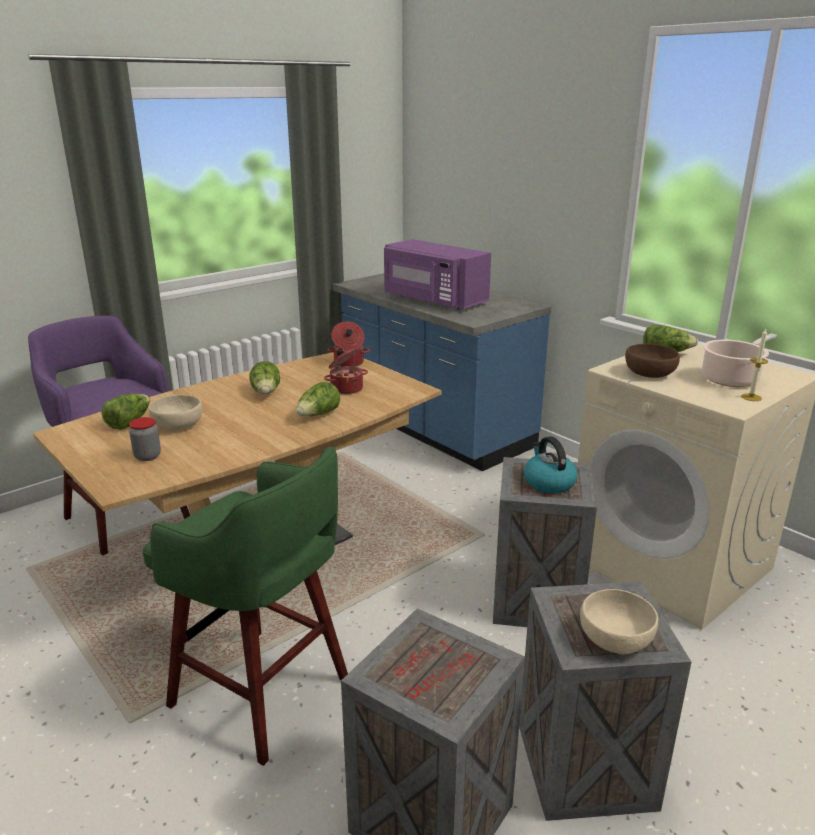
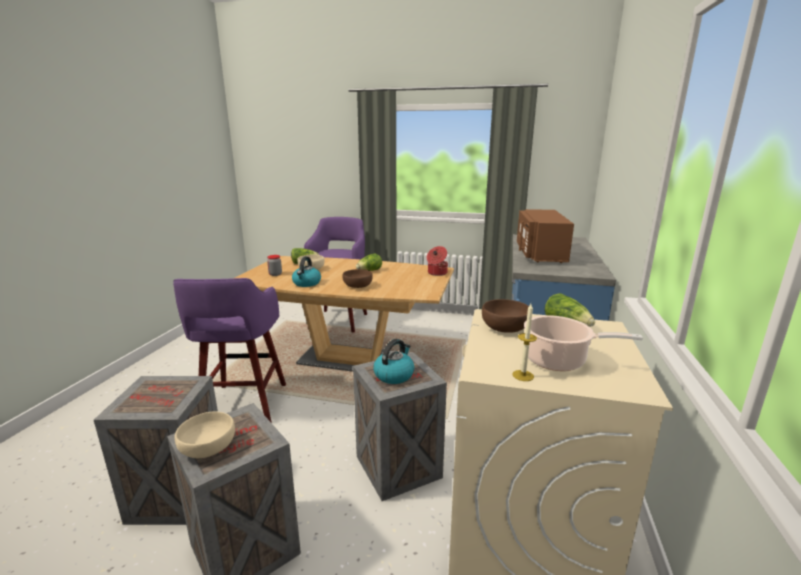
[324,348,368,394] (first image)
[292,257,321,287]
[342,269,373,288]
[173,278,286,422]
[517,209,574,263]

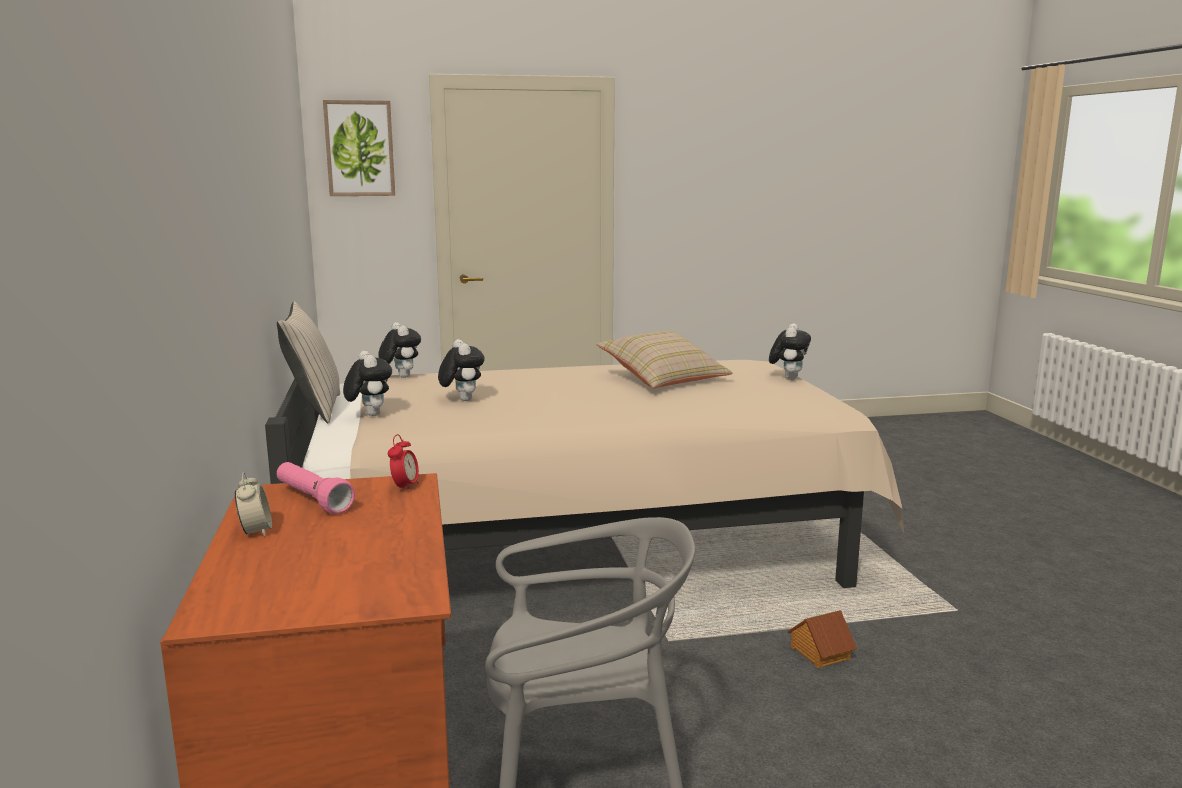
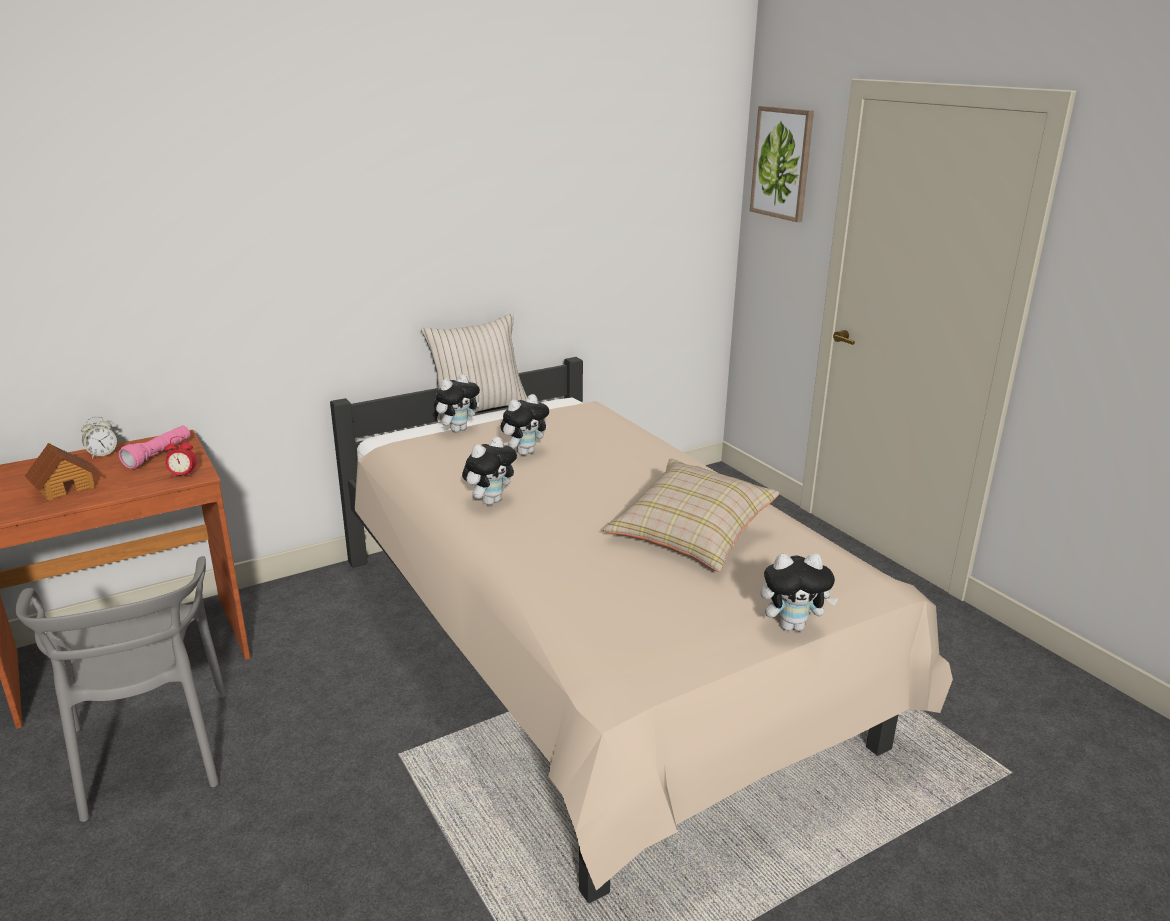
[462,437,517,505]
[25,443,98,501]

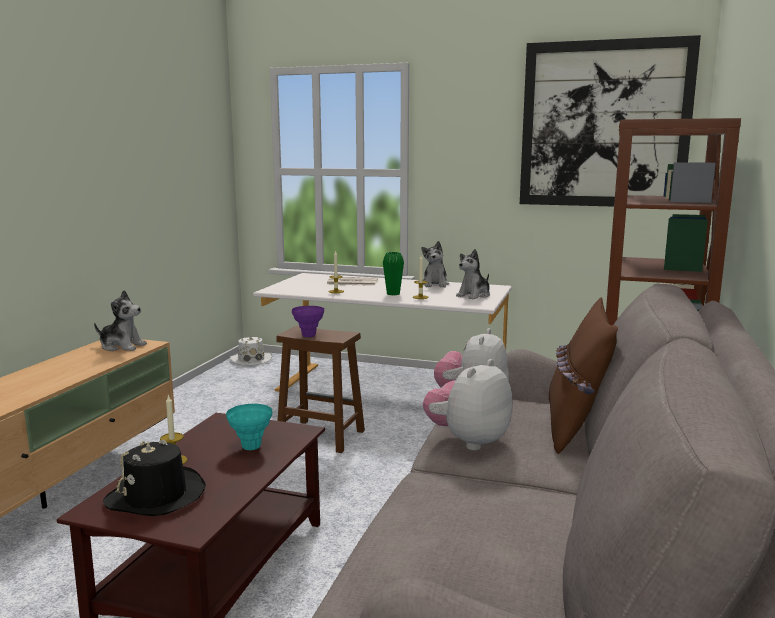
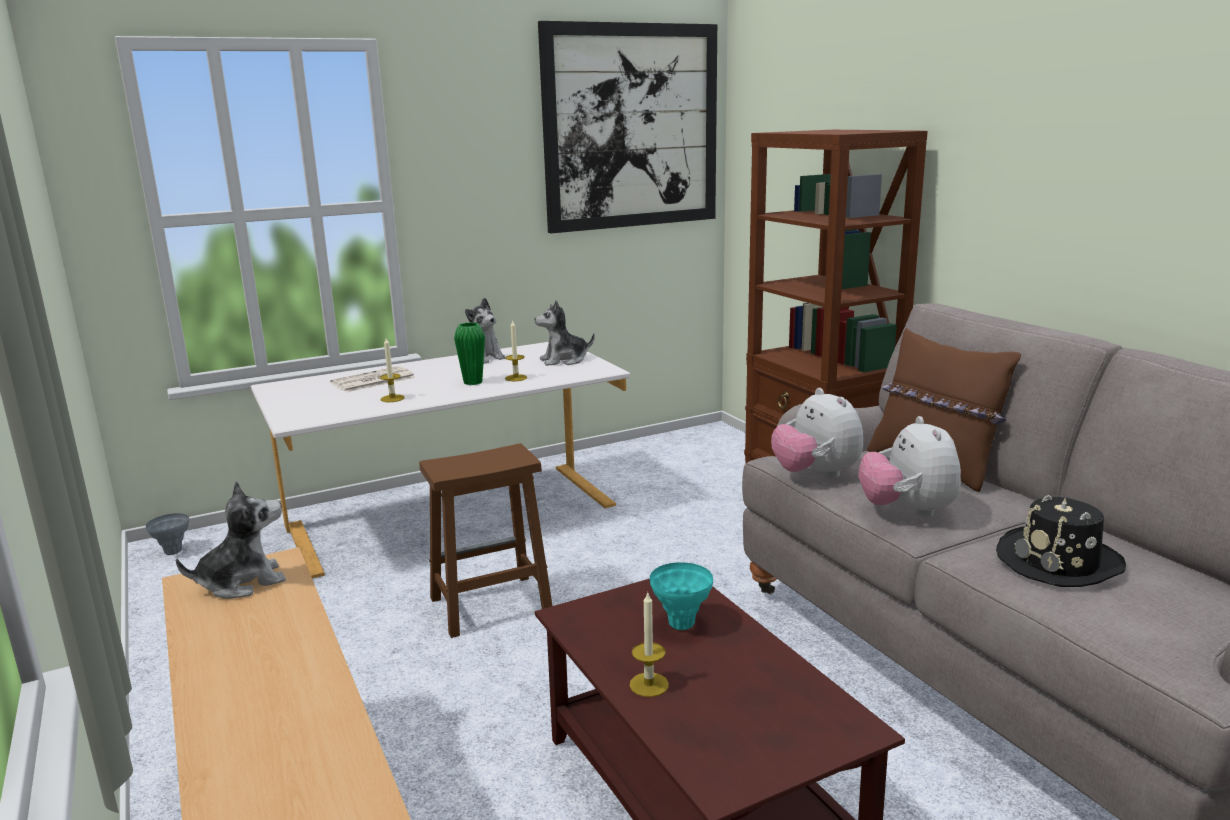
[292,306,324,337] (first image)
[996,495,1126,587]
[146,513,189,555]
[534,300,595,366]

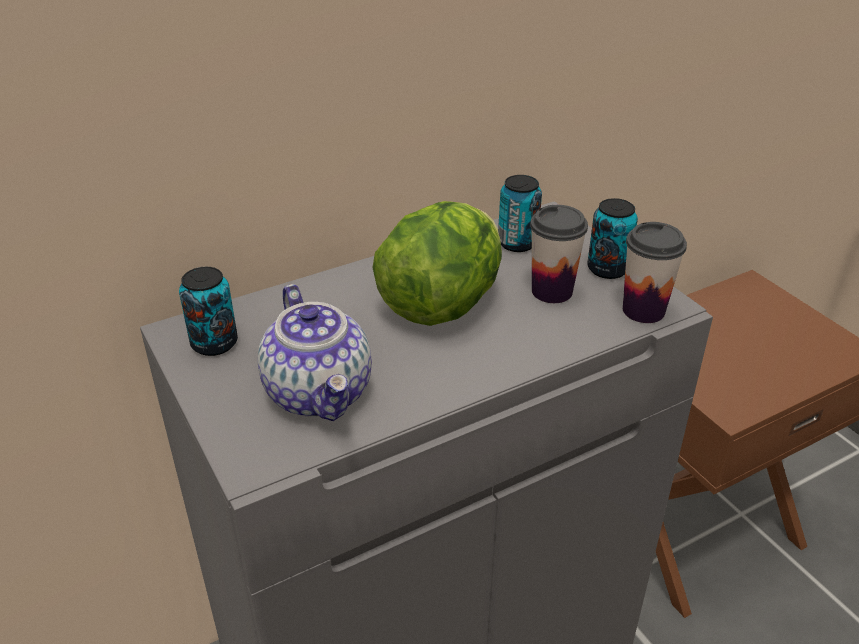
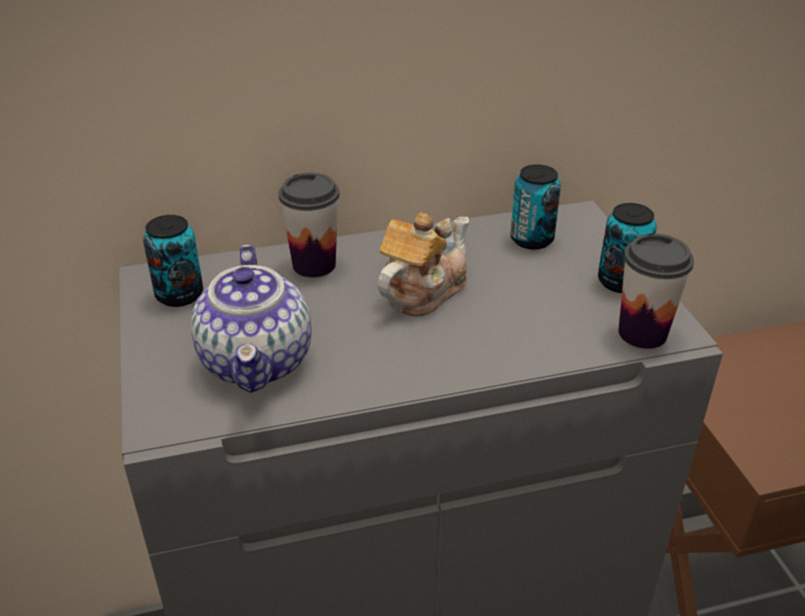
[279,173,340,277]
[377,213,469,317]

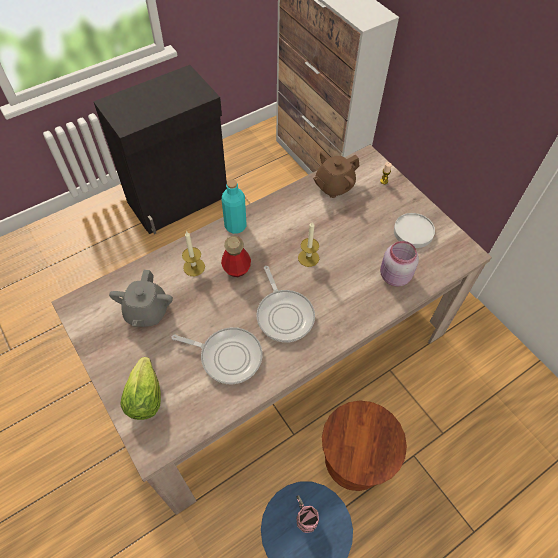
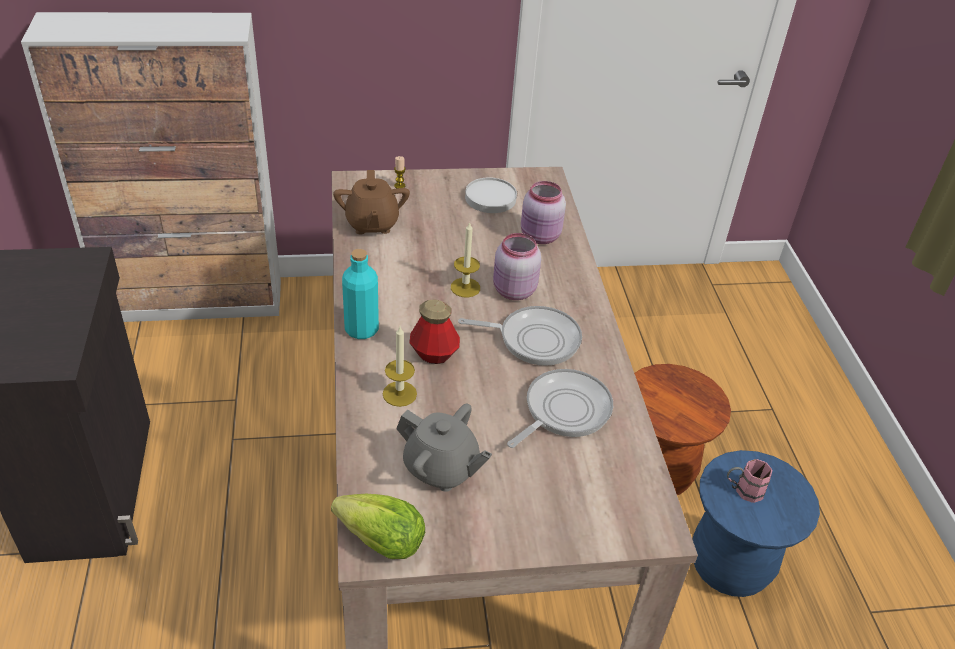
[493,233,541,300]
[331,494,425,559]

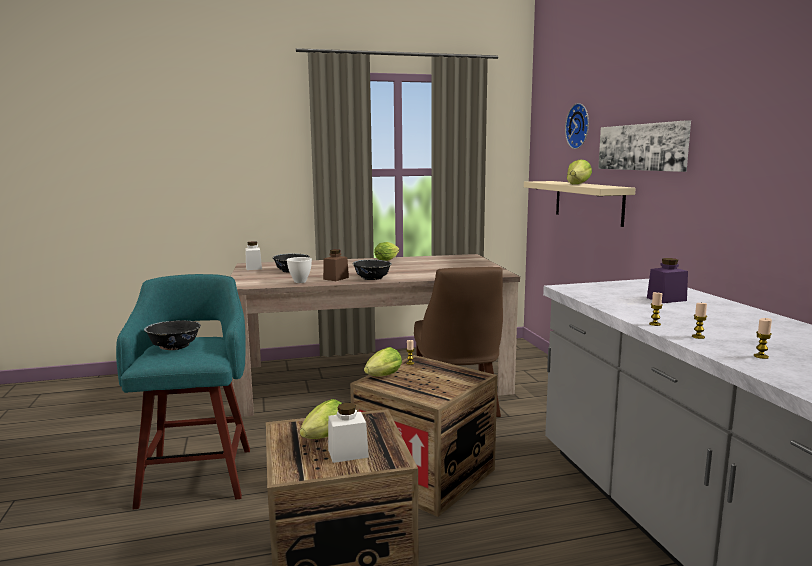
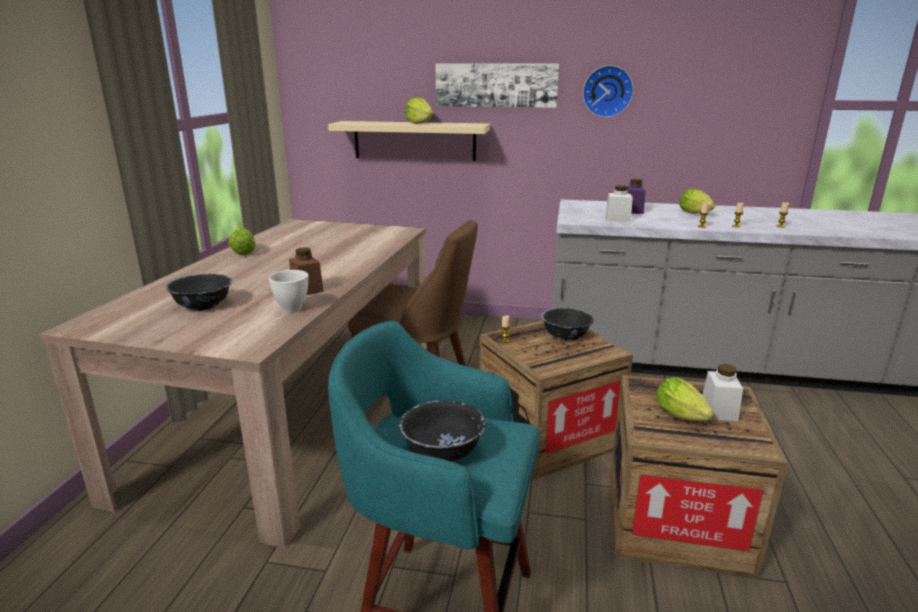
[605,185,633,222]
[541,308,594,341]
[679,188,715,214]
[583,65,634,118]

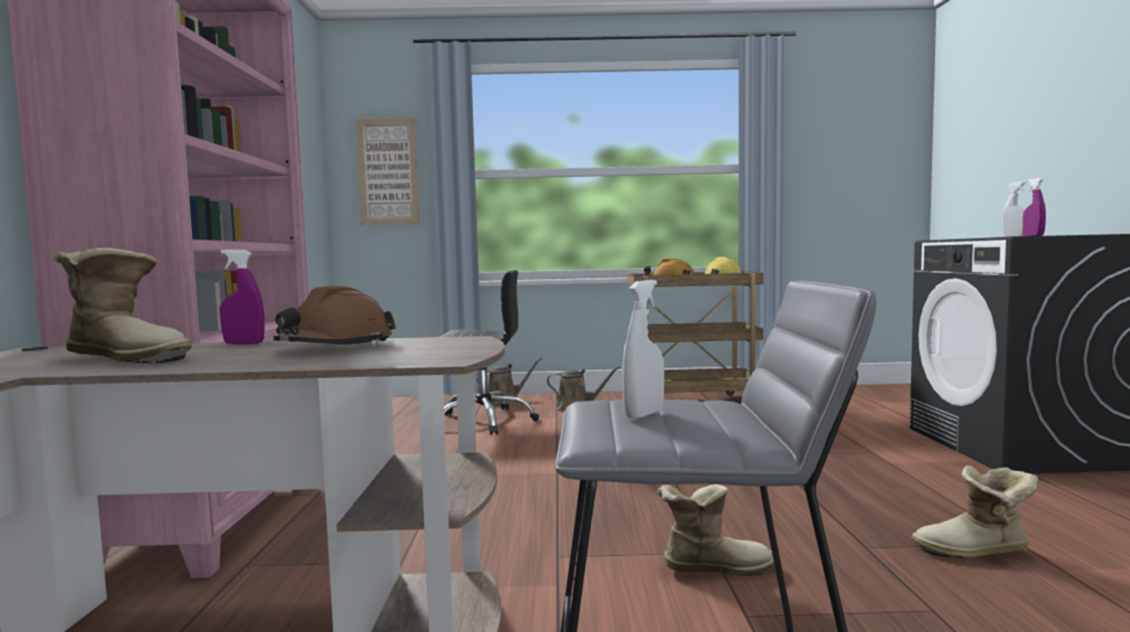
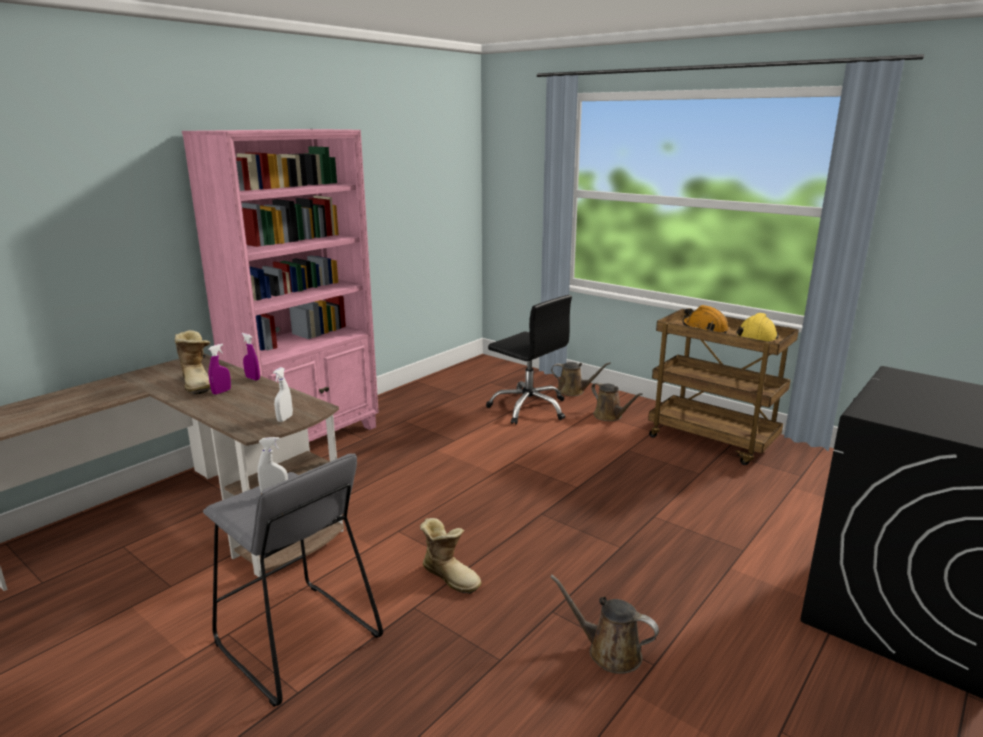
[273,286,396,344] (first image)
[356,118,420,225] (first image)
[273,367,293,422]
[208,344,231,395]
[550,575,659,674]

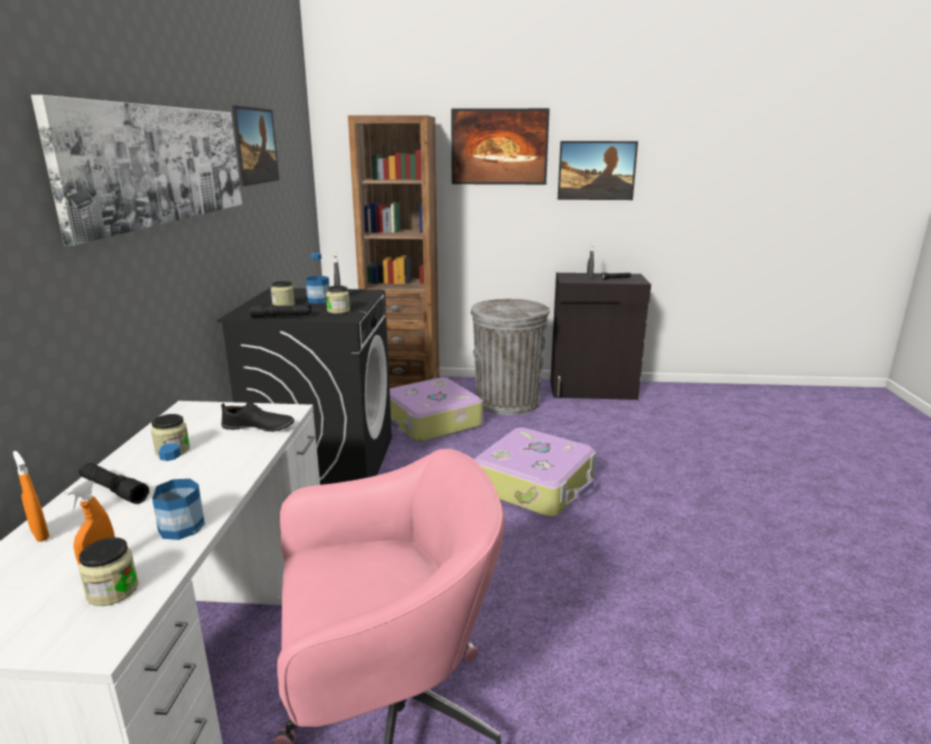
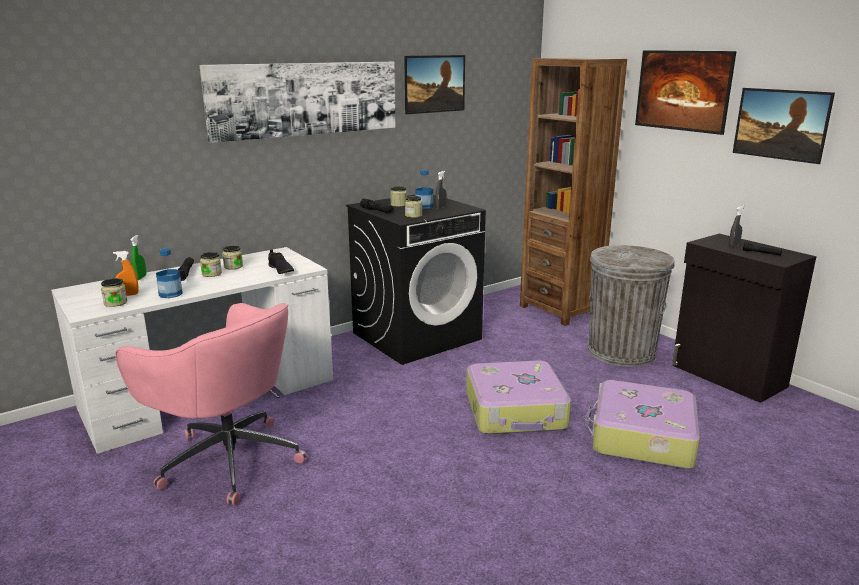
[200,252,222,277]
[584,380,700,469]
[130,235,146,280]

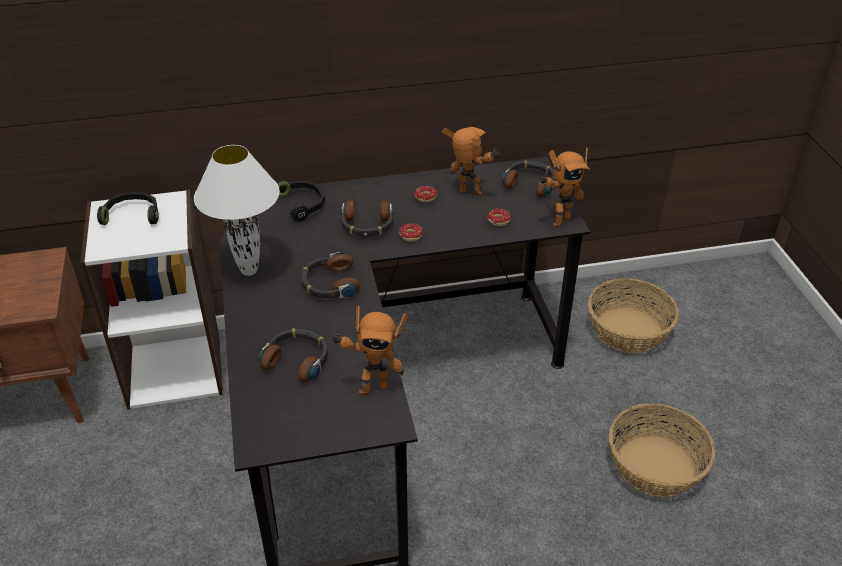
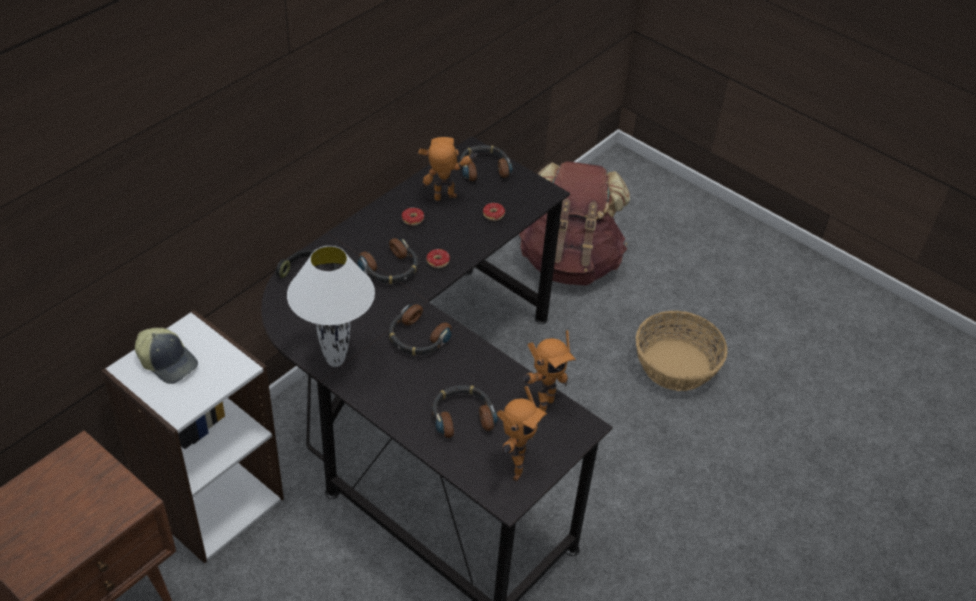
[497,386,547,481]
[135,328,198,384]
[519,161,630,285]

